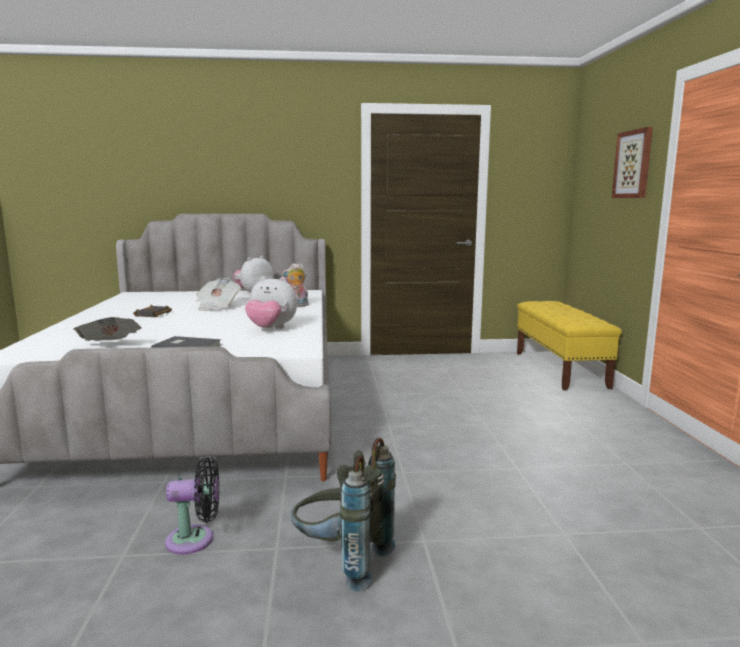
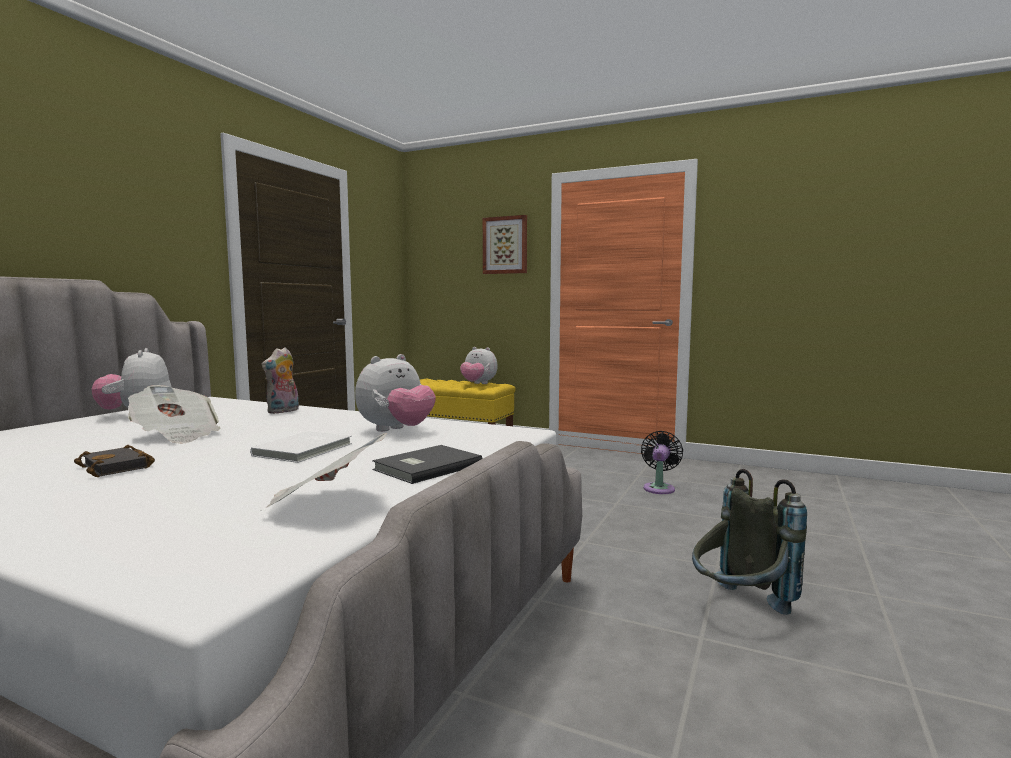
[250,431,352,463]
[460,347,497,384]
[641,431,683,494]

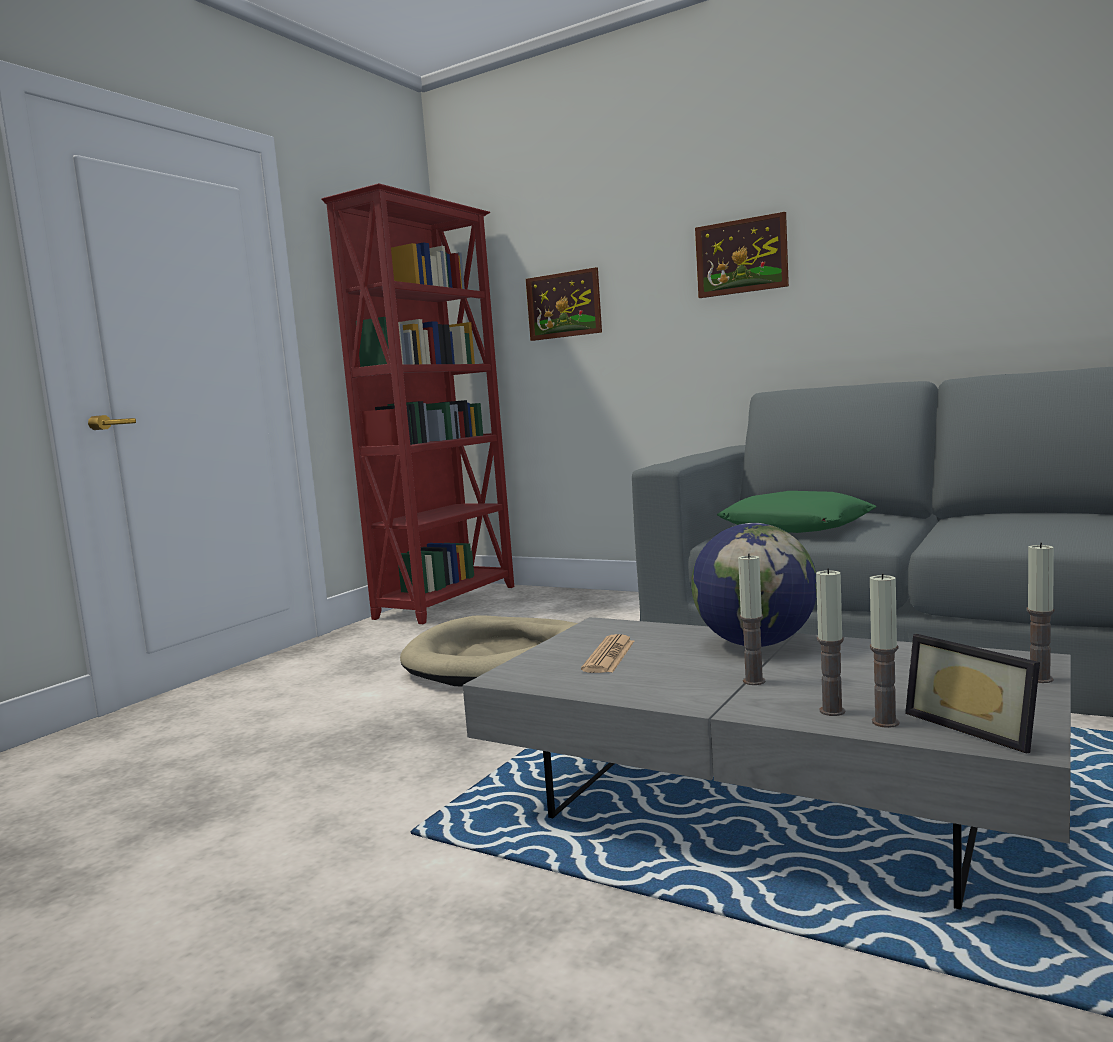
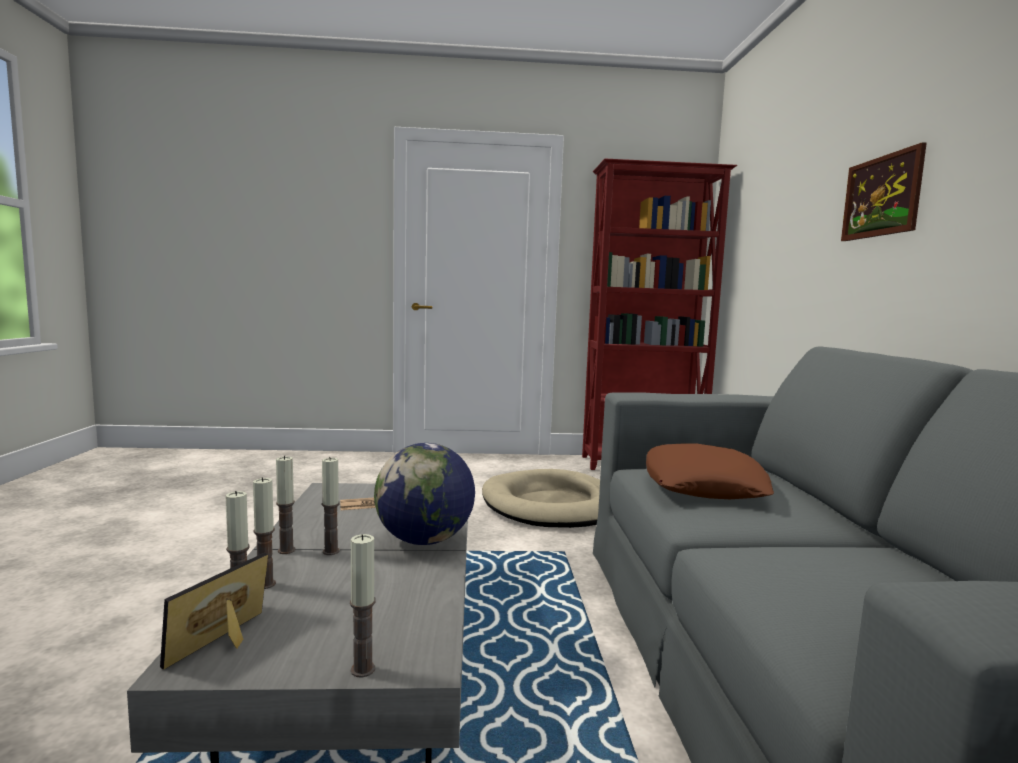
[526,267,602,341] (first image)
[276,455,295,554]
[646,444,774,499]

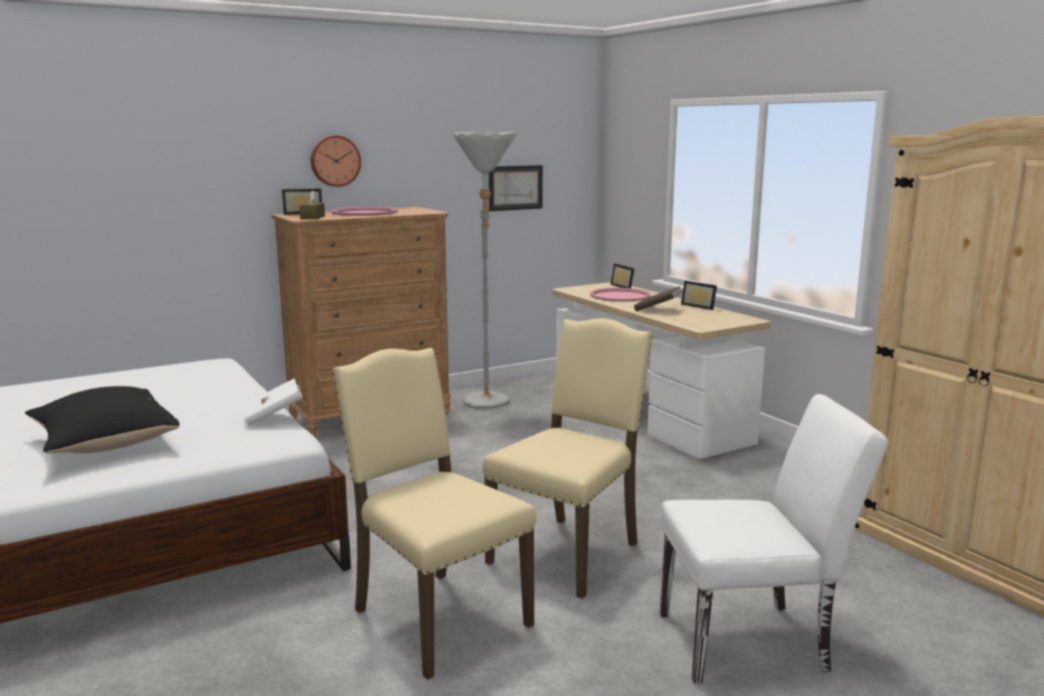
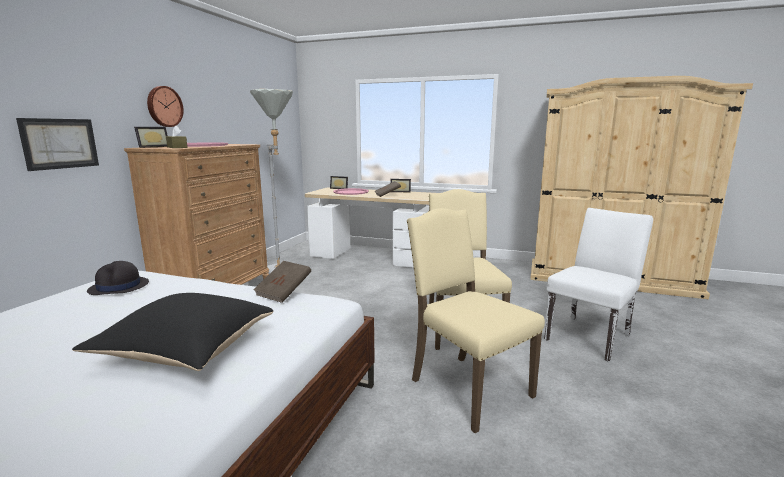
[87,261,149,295]
[16,118,99,171]
[254,261,311,303]
[407,208,545,434]

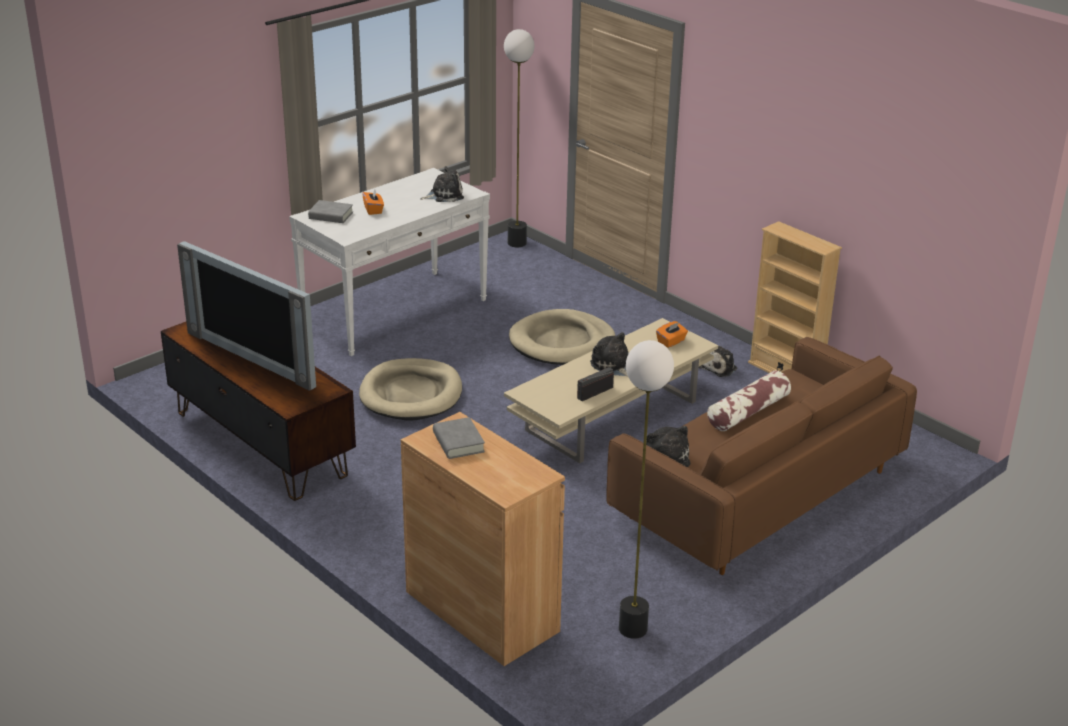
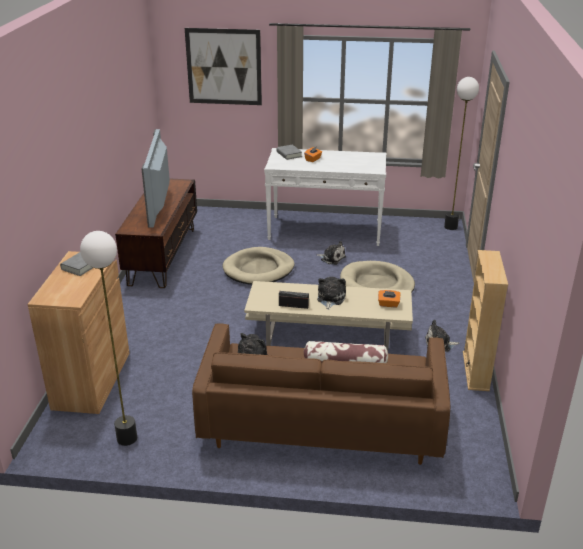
[185,28,262,105]
[317,241,346,265]

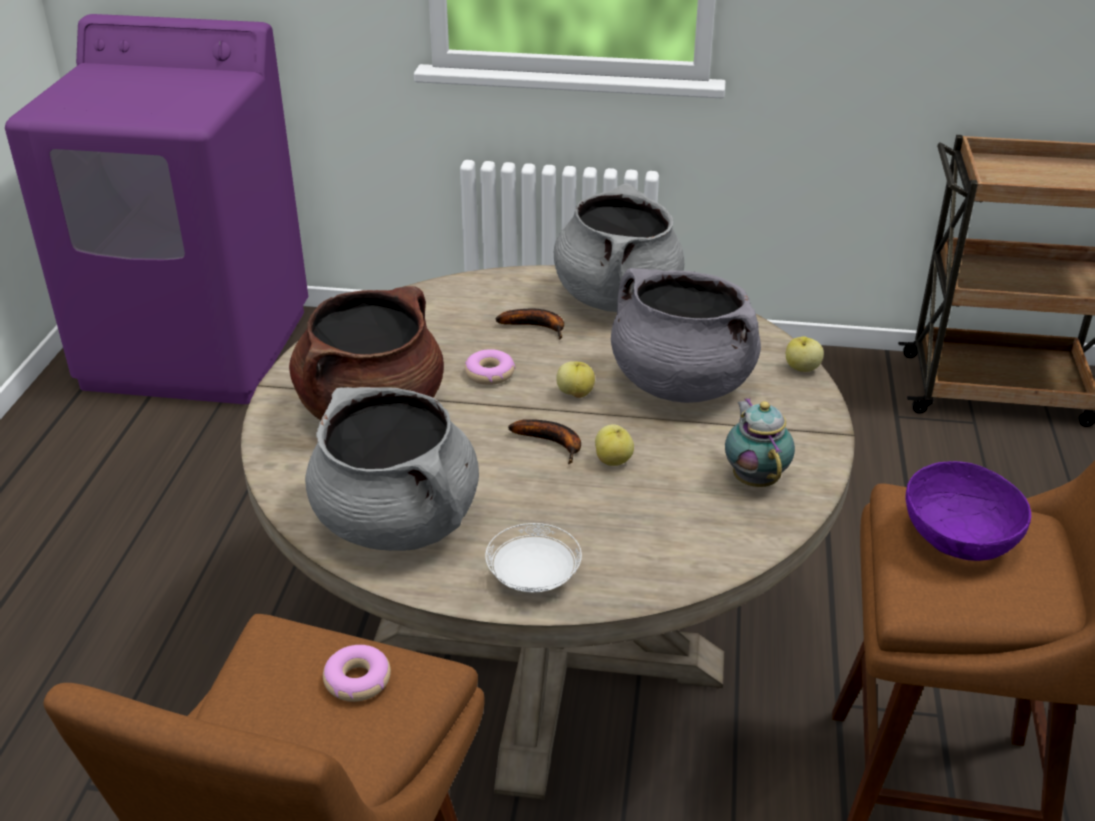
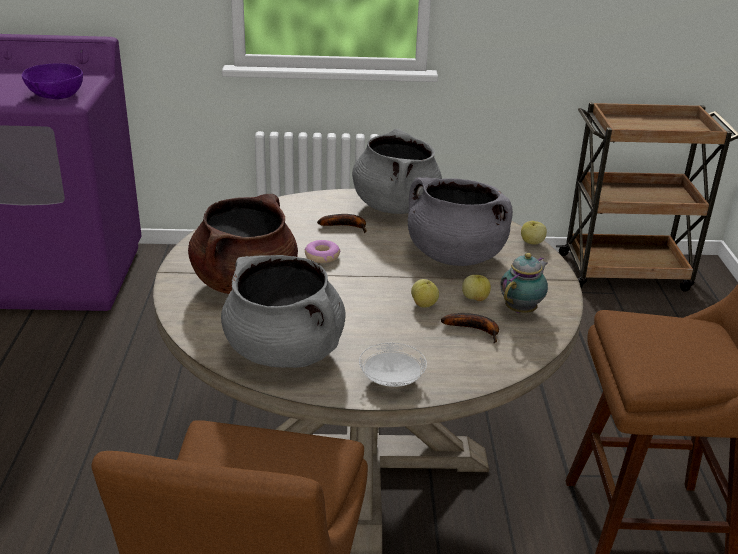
[323,645,391,702] (first image)
[441,313,499,343]
[462,275,491,301]
[22,63,83,99]
[500,253,548,313]

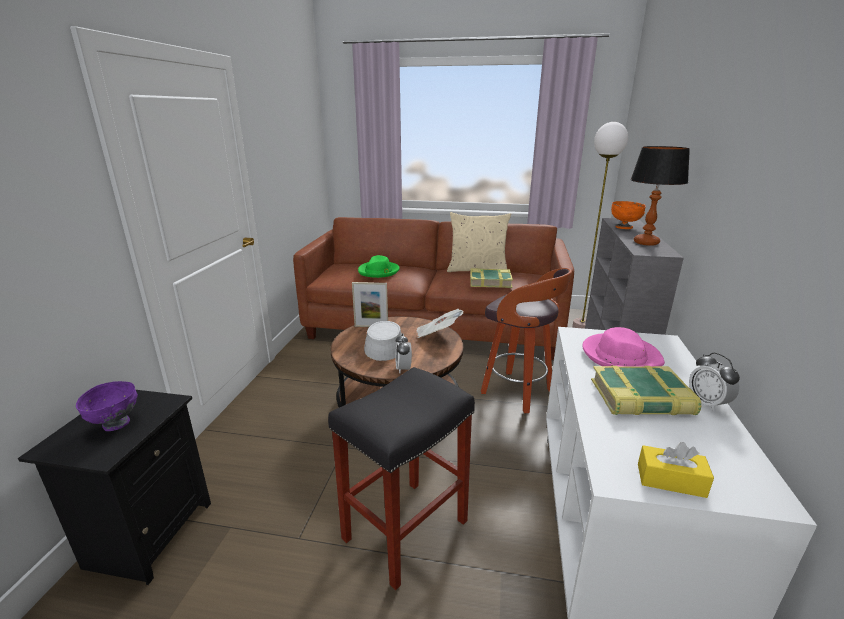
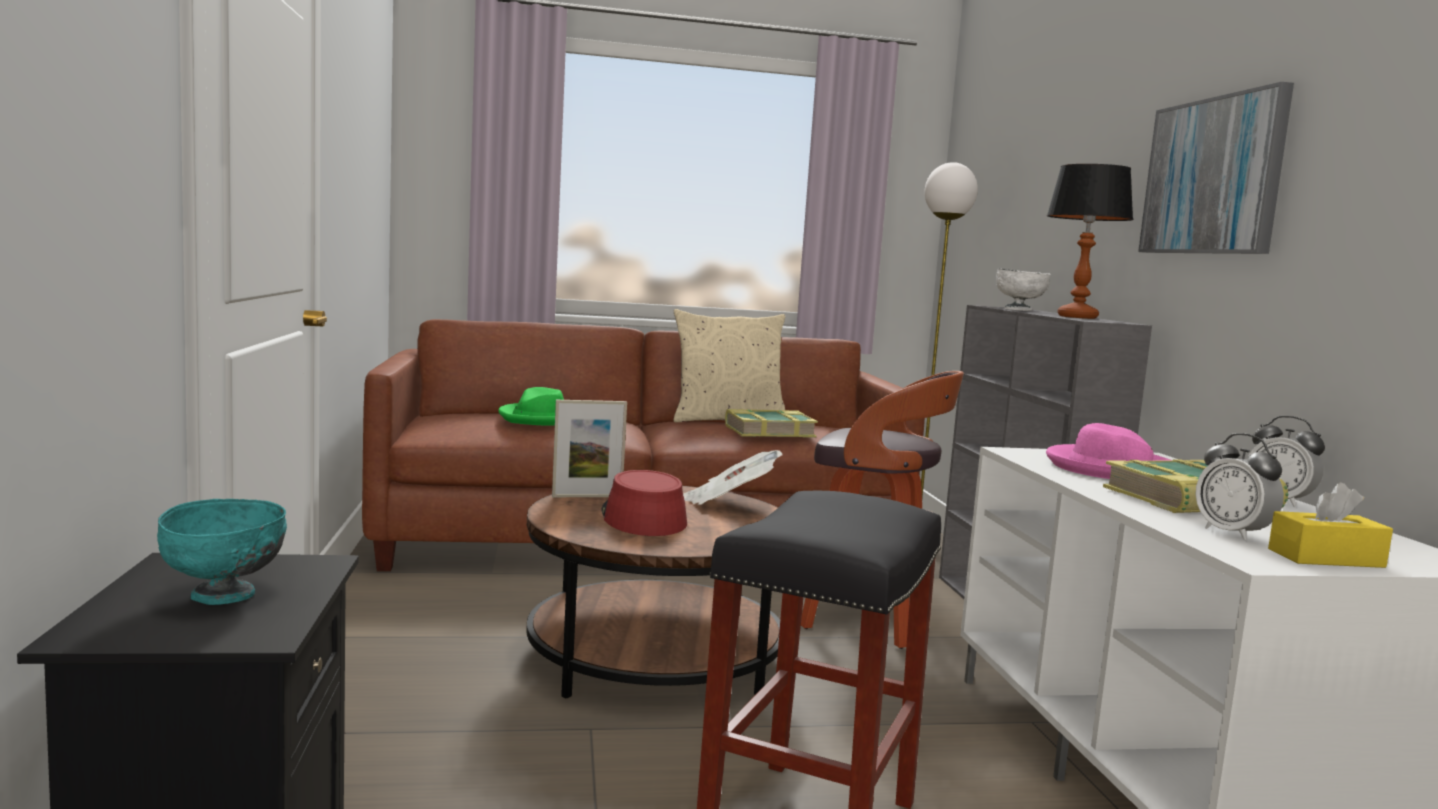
[1138,82,1294,254]
[1195,433,1284,541]
[157,499,287,605]
[601,470,687,536]
[996,268,1051,311]

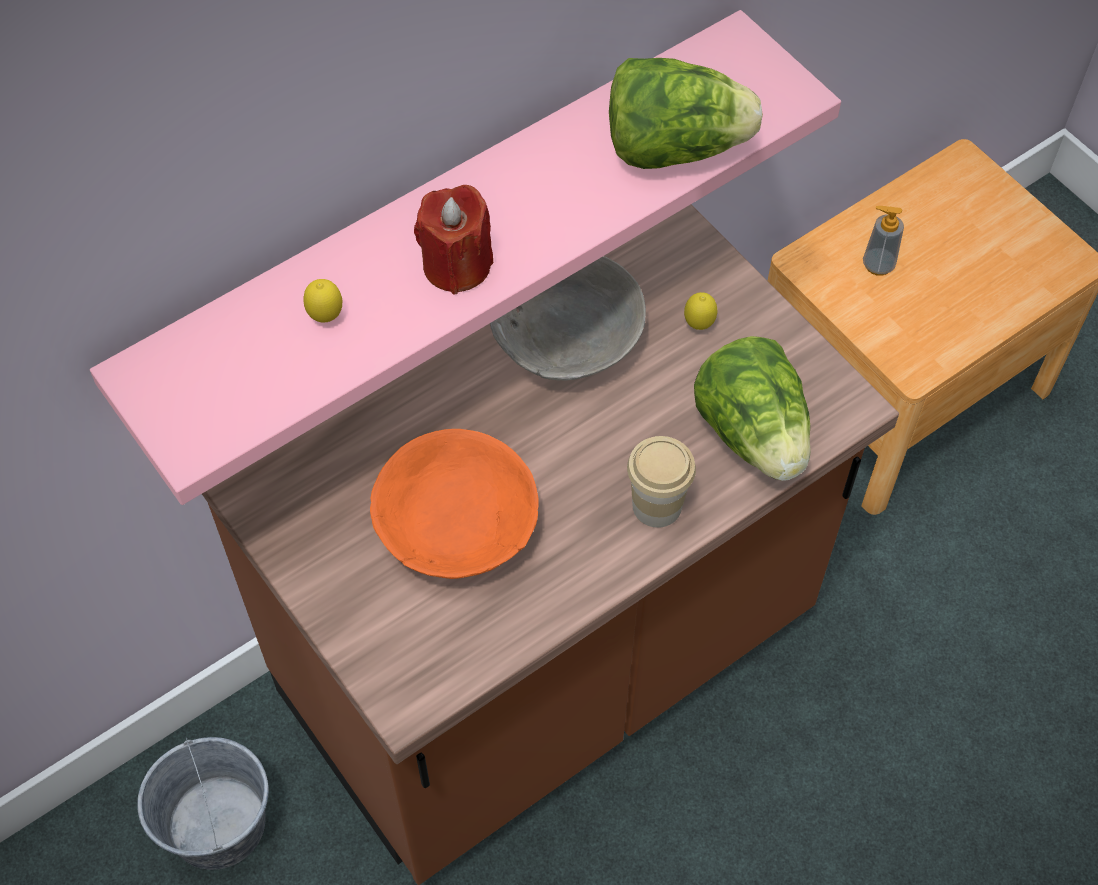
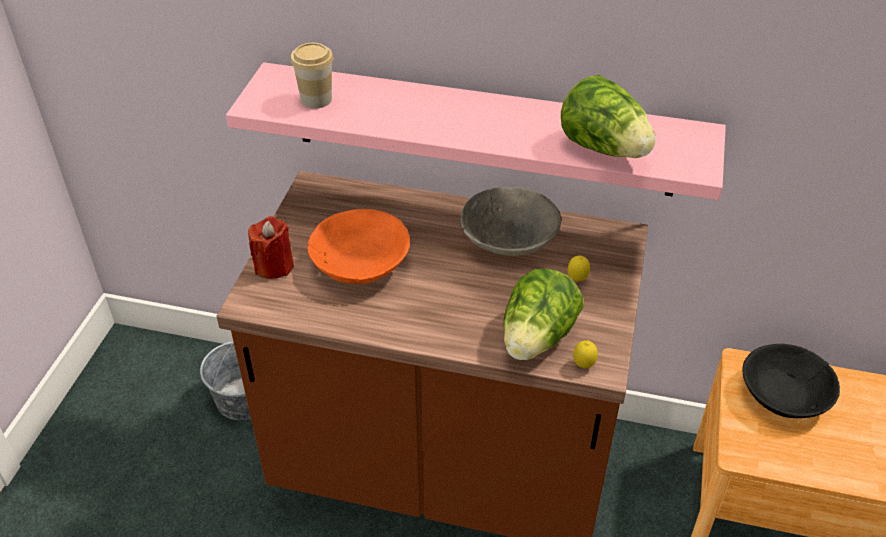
[573,340,598,368]
[248,216,294,279]
[291,43,333,109]
[742,344,840,418]

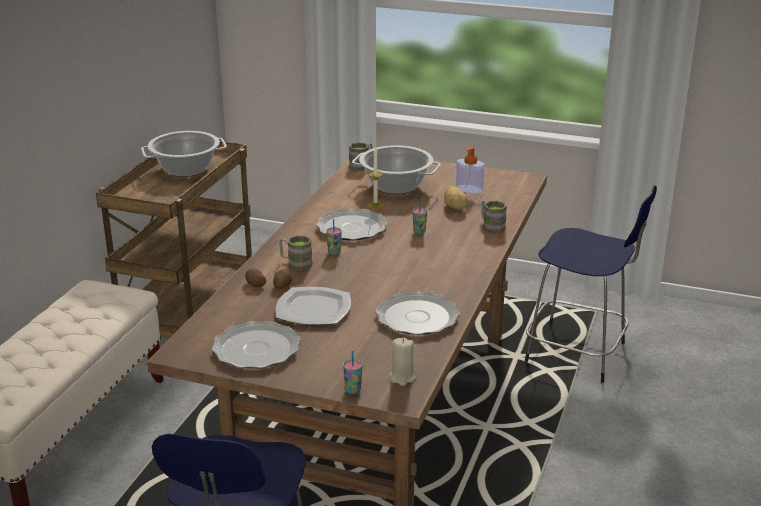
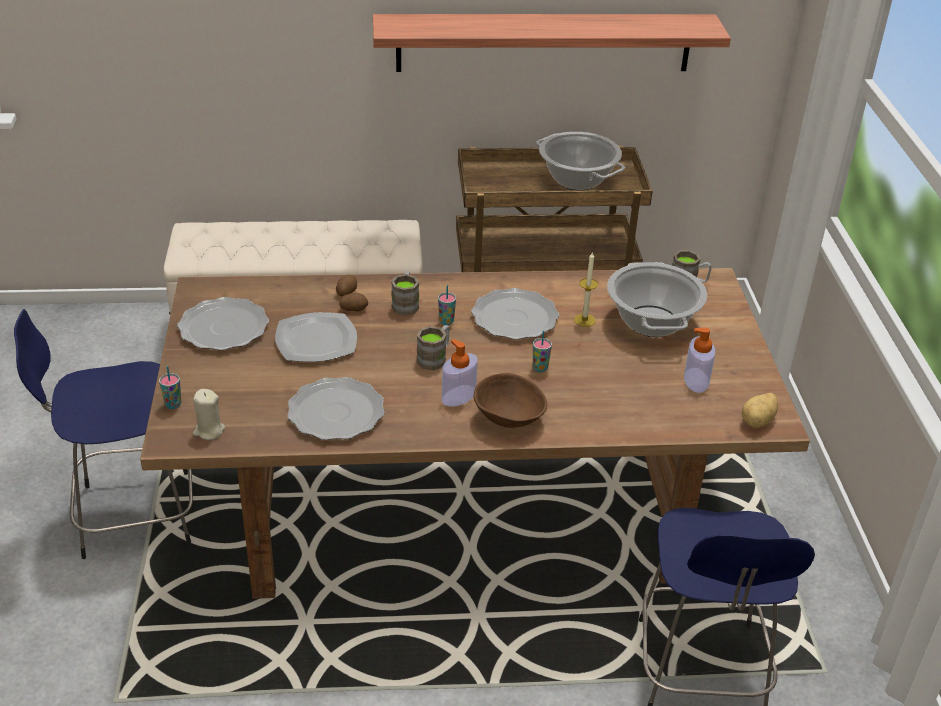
[373,14,731,72]
[442,339,478,407]
[474,373,547,428]
[741,393,778,428]
[417,325,450,370]

